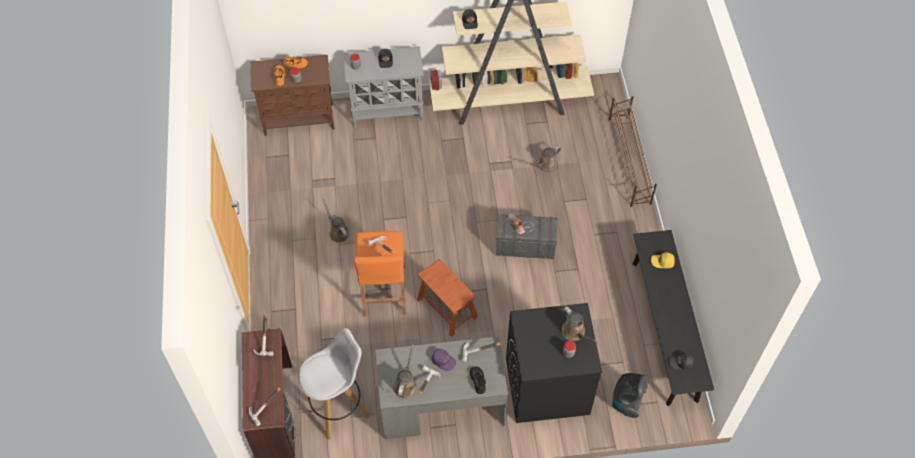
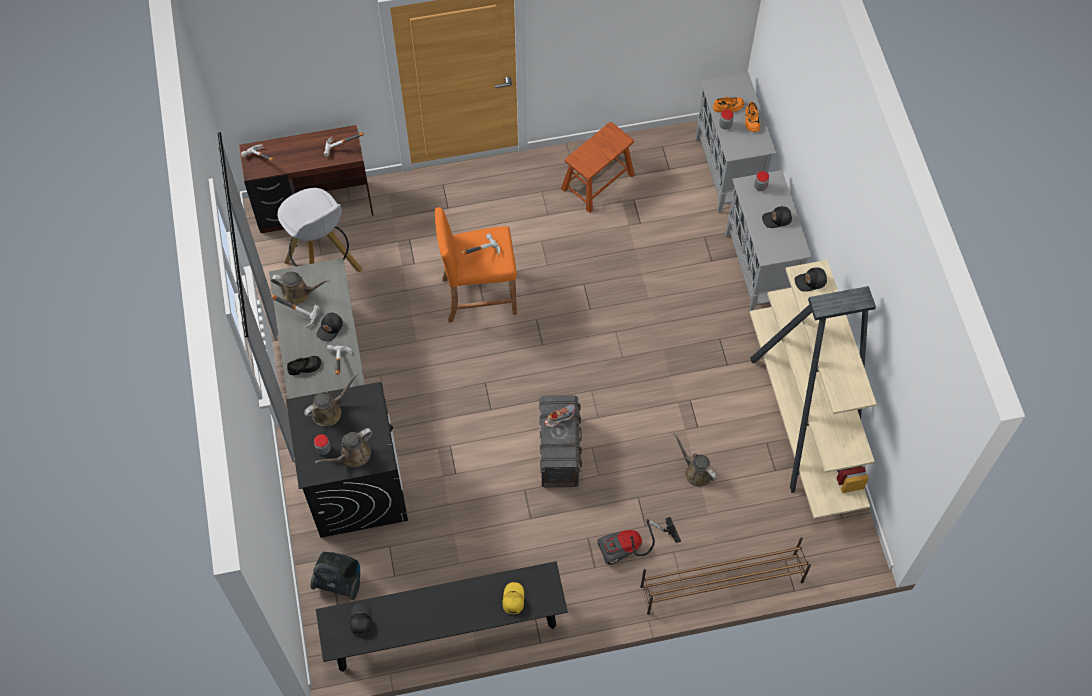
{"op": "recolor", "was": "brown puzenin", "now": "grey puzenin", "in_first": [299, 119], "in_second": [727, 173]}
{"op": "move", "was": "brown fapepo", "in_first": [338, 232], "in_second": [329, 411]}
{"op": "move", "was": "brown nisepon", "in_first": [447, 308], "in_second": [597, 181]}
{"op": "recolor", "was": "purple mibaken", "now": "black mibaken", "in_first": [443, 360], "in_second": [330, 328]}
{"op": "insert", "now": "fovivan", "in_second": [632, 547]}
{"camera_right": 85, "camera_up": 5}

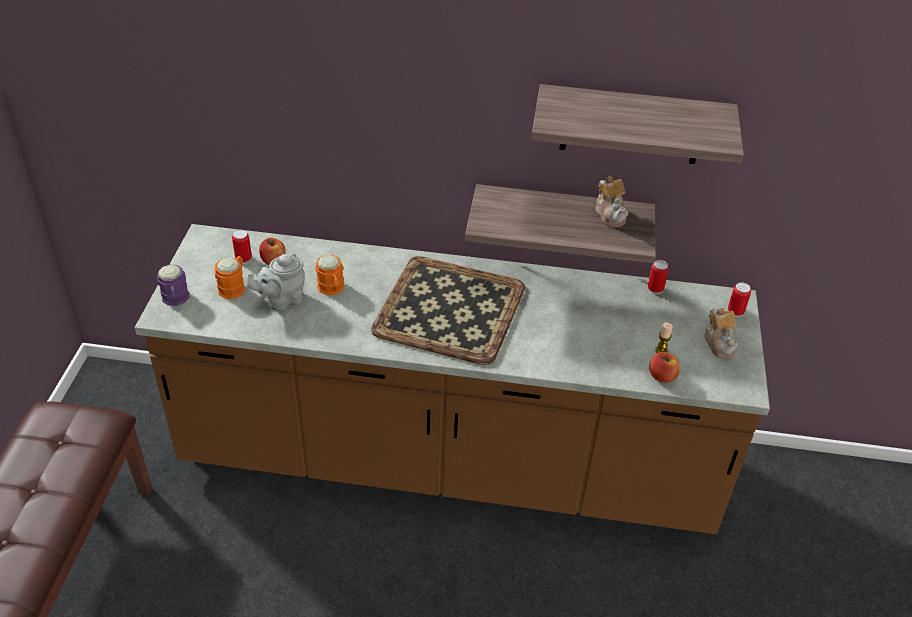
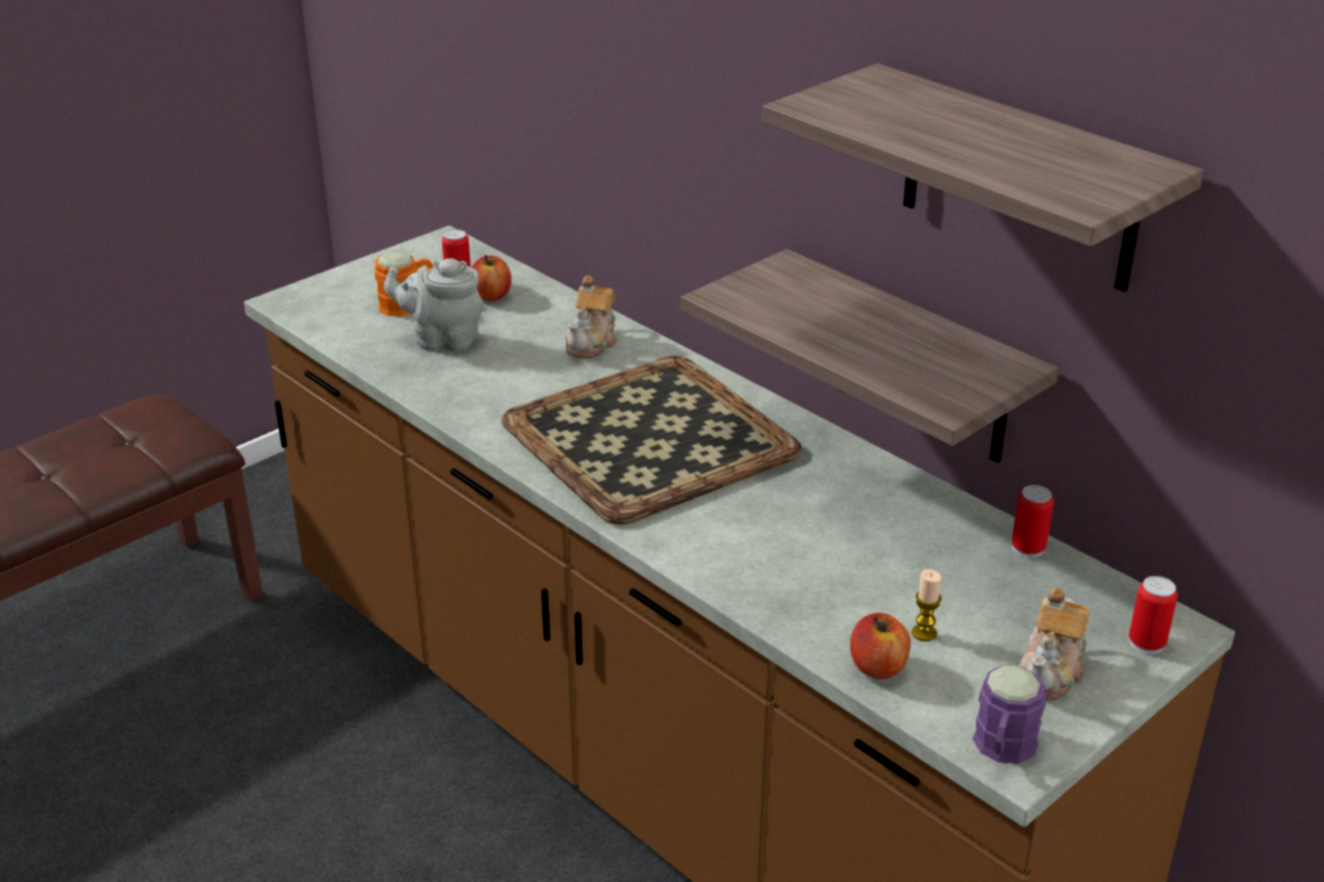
{"op": "move", "was": "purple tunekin", "in_first": [176, 300], "in_second": [1002, 749]}
{"op": "delete", "was": "orange tunekin", "in_first": [332, 289]}
{"op": "move", "was": "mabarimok", "in_first": [610, 214], "in_second": [592, 343]}
{"camera_right": 40, "camera_up": -10}

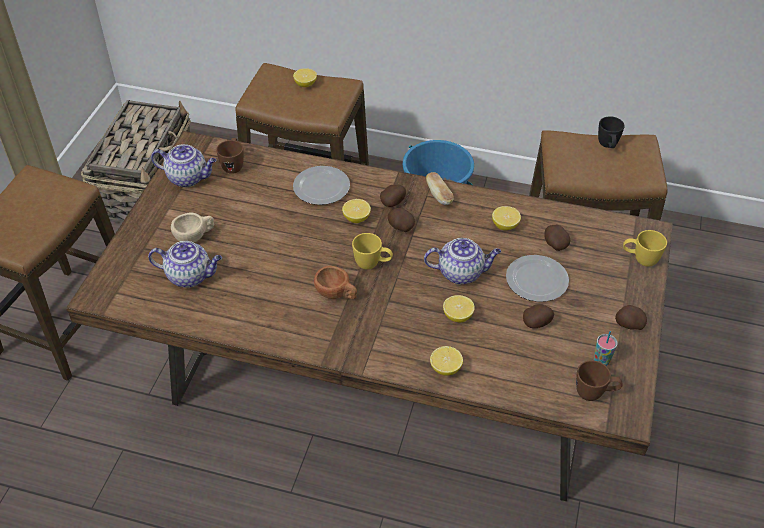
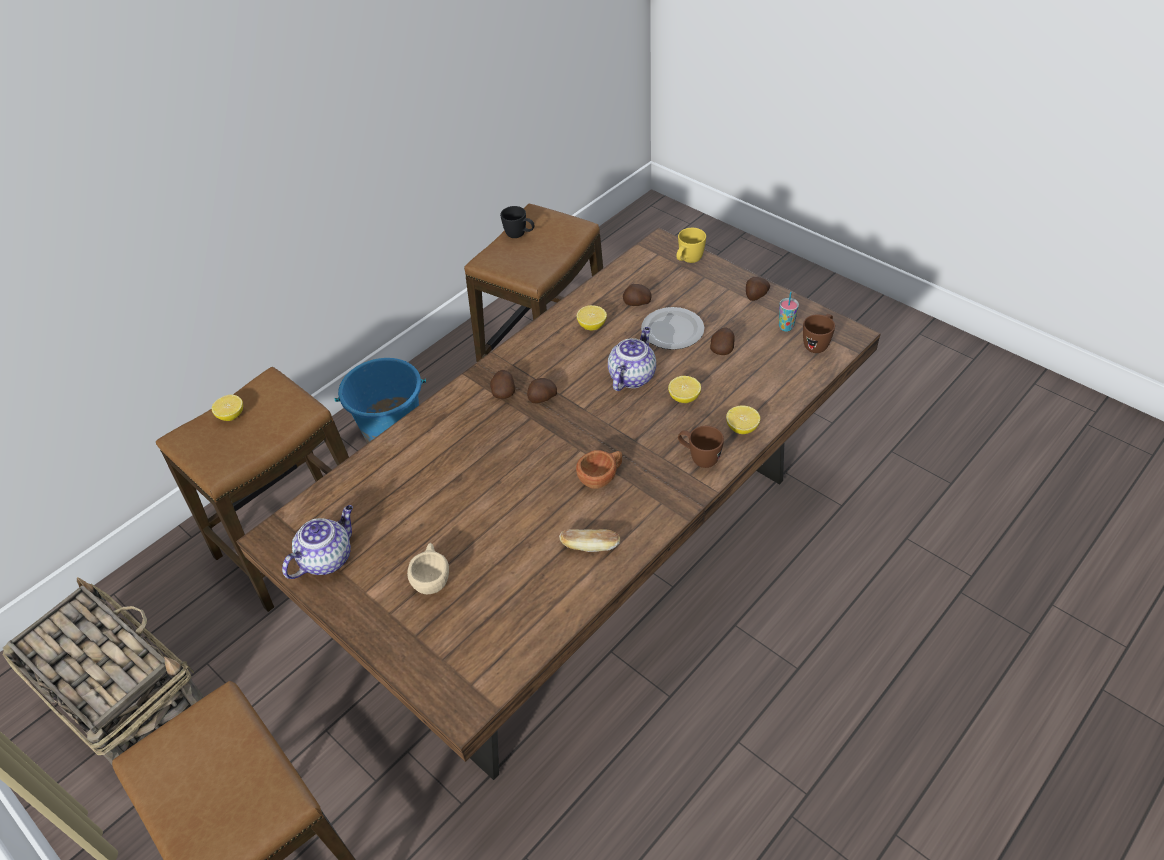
{"op": "delete", "was": "mabarimok", "in_first": [190, 276]}
{"op": "move", "was": "brown tunekin", "in_first": [233, 165], "in_second": [699, 458]}
{"op": "delete", "was": "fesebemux", "in_first": [320, 188]}
{"op": "delete", "was": "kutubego", "in_first": [356, 218]}
{"op": "delete", "was": "yellow tunekin", "in_first": [372, 264]}
{"op": "move", "was": "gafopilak", "in_first": [439, 195], "in_second": [590, 546]}
{"camera_right": -60, "camera_up": 0}

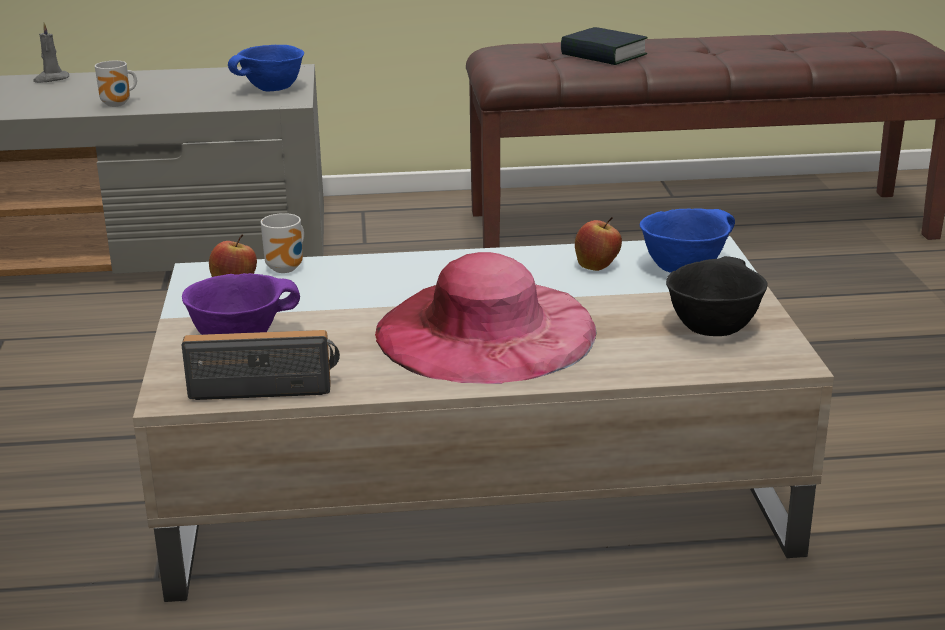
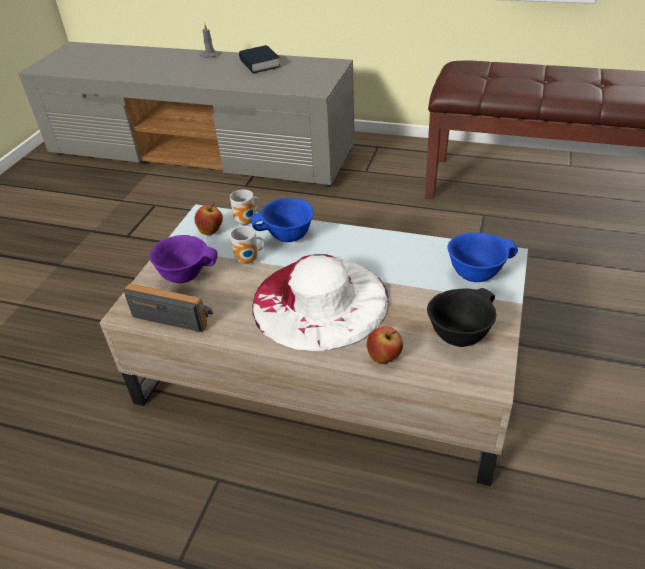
{"op": "move", "was": "tunekin", "in_first": [118, 104], "in_second": [249, 260]}
{"op": "move", "was": "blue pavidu", "in_first": [271, 90], "in_second": [287, 237]}
{"op": "recolor", "was": "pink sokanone", "now": "white sokanone", "in_first": [485, 331], "in_second": [319, 301]}
{"op": "move", "was": "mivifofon", "in_first": [603, 55], "in_second": [259, 64]}
{"op": "move", "was": "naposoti", "in_first": [597, 266], "in_second": [384, 358]}
{"camera_right": 25, "camera_up": 15}

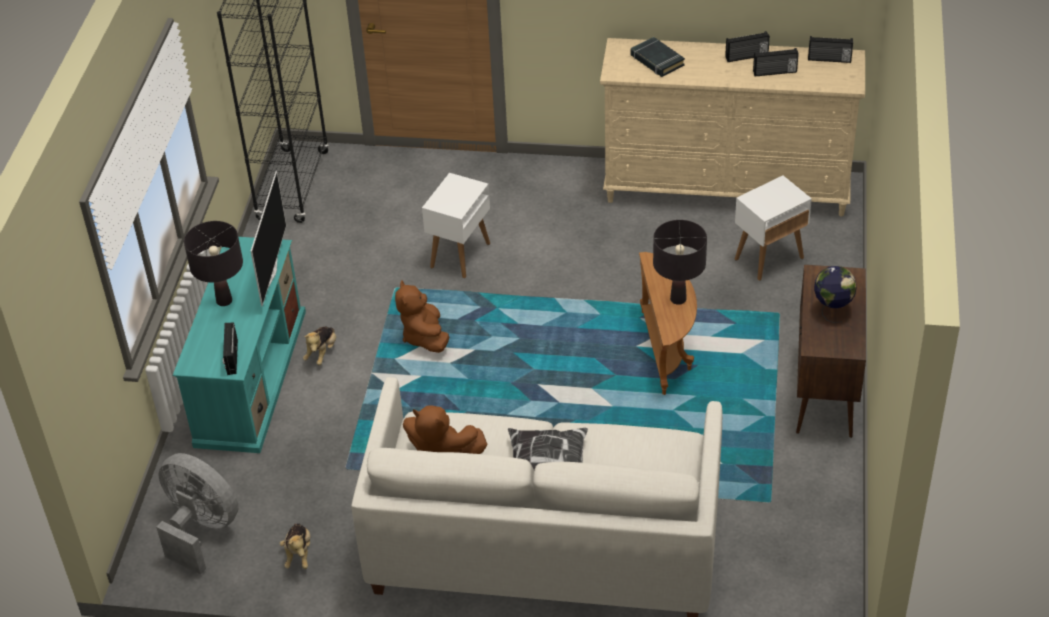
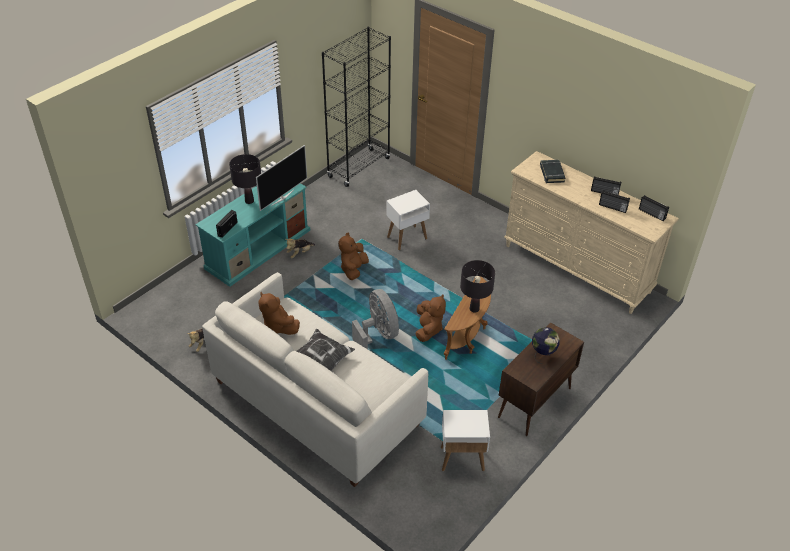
{"op": "move", "was": "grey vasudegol", "in_first": [200, 529], "in_second": [378, 335]}
{"op": "move", "was": "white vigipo", "in_first": [769, 258], "in_second": [462, 458]}
{"op": "insert", "now": "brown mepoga", "in_second": [428, 329]}
{"camera_right": 30, "camera_up": 0}

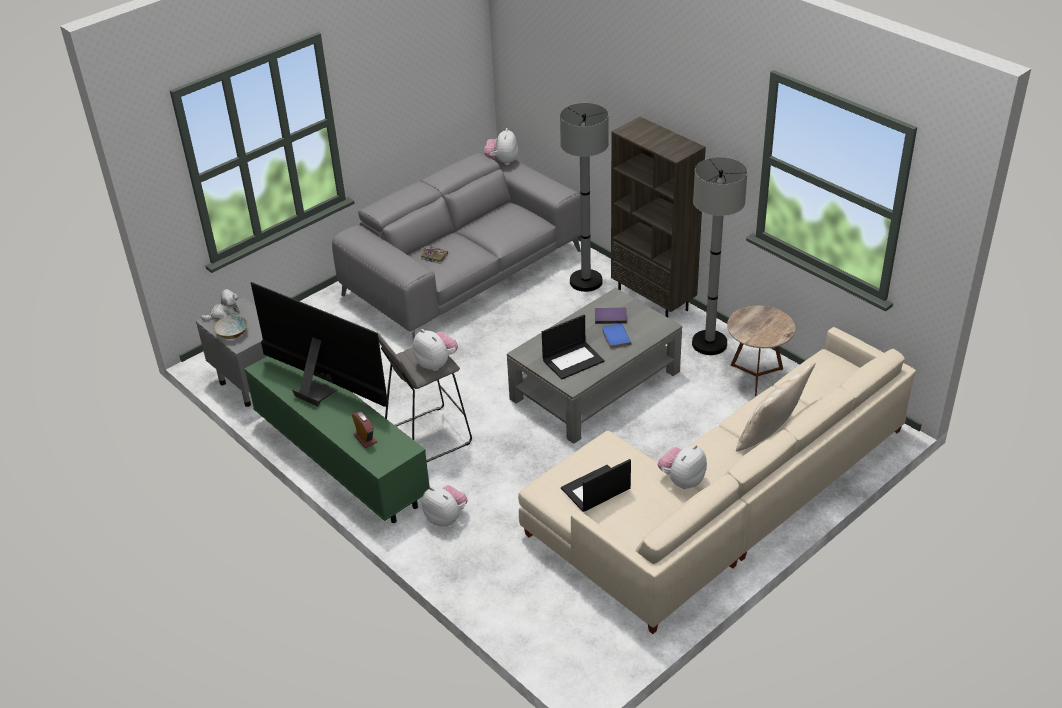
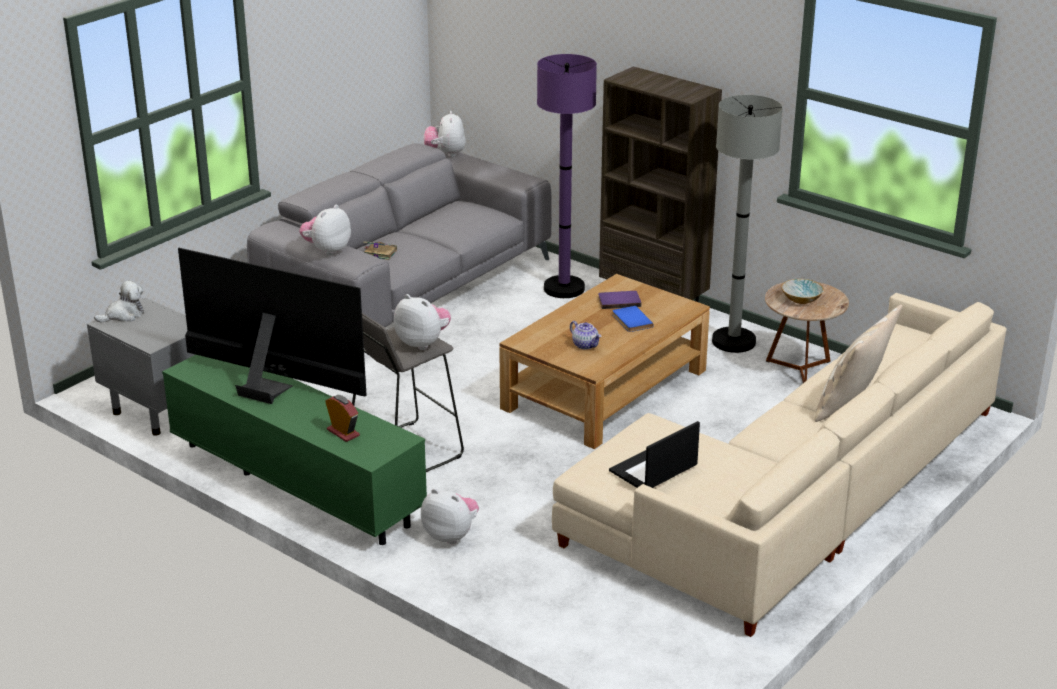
{"op": "move", "was": "pavidu", "in_first": [232, 334], "in_second": [801, 299]}
{"op": "recolor", "was": "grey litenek", "now": "brown litenek", "in_first": [595, 385], "in_second": [604, 389]}
{"op": "replace", "was": "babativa", "now": "mabarimok", "in_first": [573, 360], "in_second": [585, 345]}
{"op": "recolor", "was": "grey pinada", "now": "purple pinada", "in_first": [586, 281], "in_second": [564, 288]}
{"op": "move", "was": "mepoga", "in_first": [682, 480], "in_second": [327, 250]}
{"camera_right": -10, "camera_up": -10}

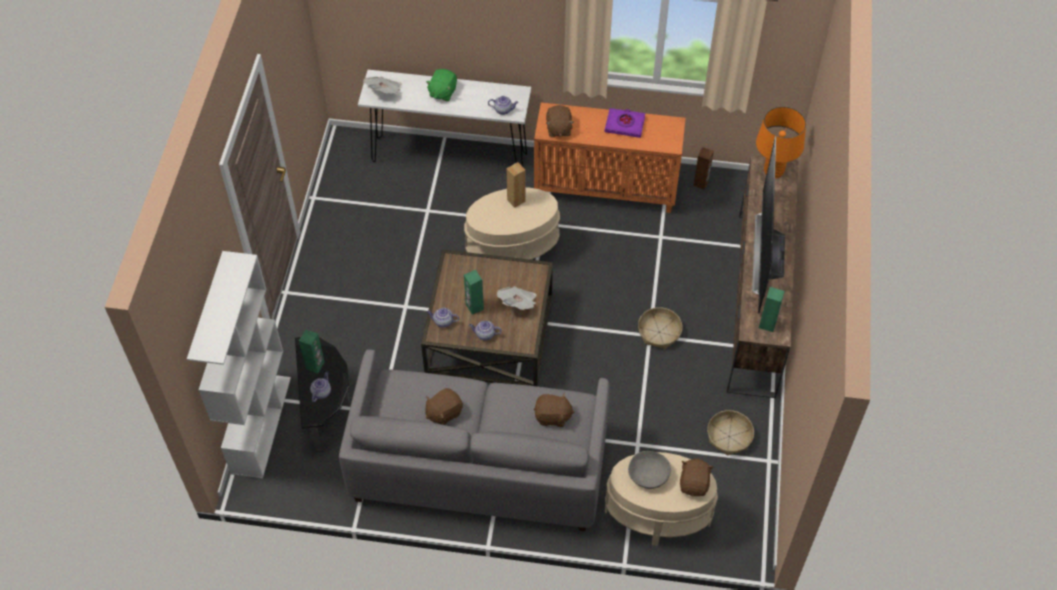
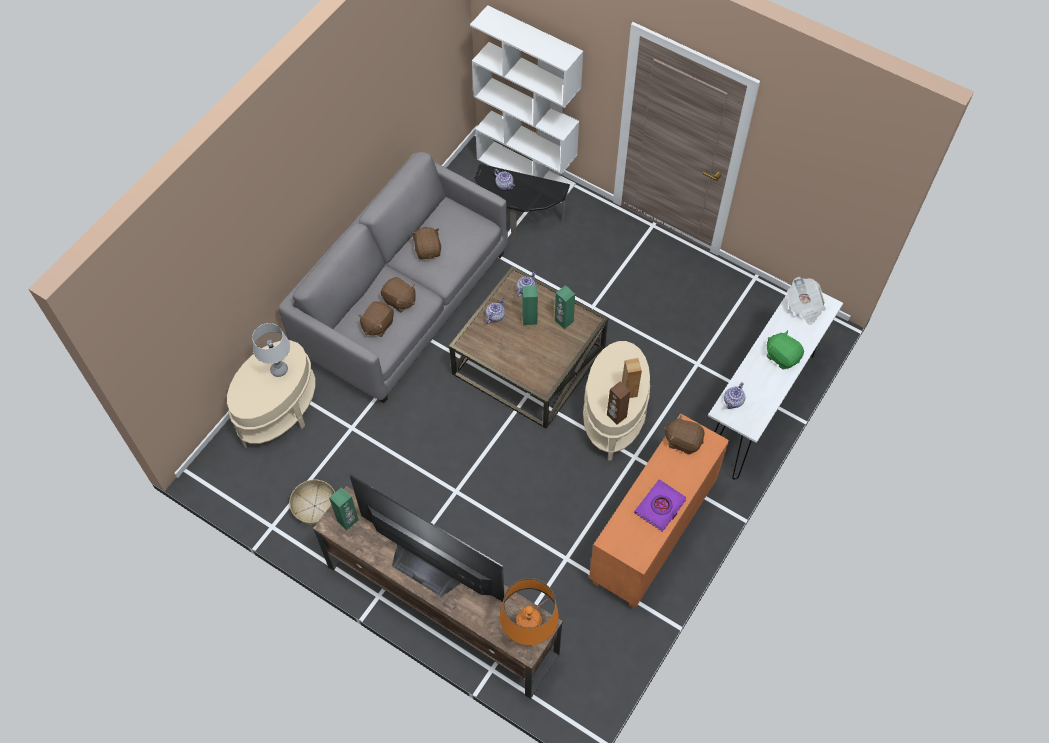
{"op": "move", "was": "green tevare", "in_first": [315, 365], "in_second": [563, 321]}
{"op": "delete", "was": "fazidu", "in_first": [518, 303]}
{"op": "replace", "was": "grey pavidu", "now": "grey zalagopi", "in_first": [648, 475], "in_second": [279, 370]}
{"op": "delete", "was": "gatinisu", "in_first": [659, 332]}
{"op": "move", "was": "brown mepoga", "in_first": [694, 484], "in_second": [399, 300]}
{"op": "move", "was": "brown tevare", "in_first": [701, 183], "in_second": [616, 416]}
{"camera_right": 115, "camera_up": 5}

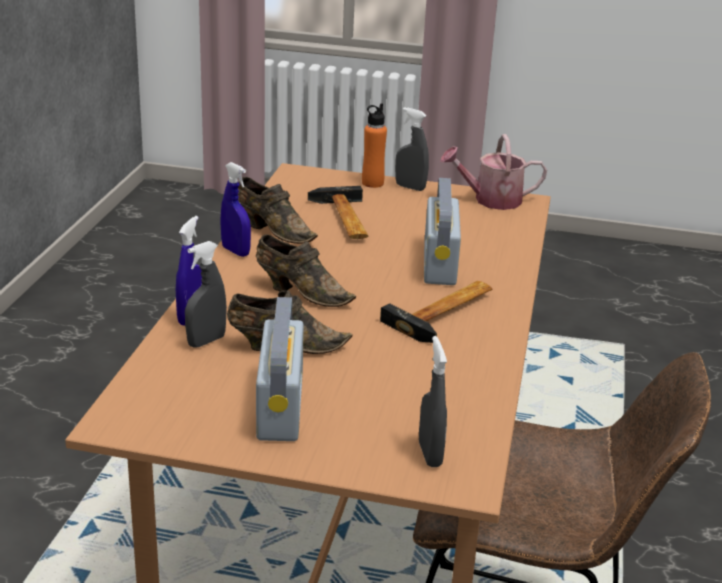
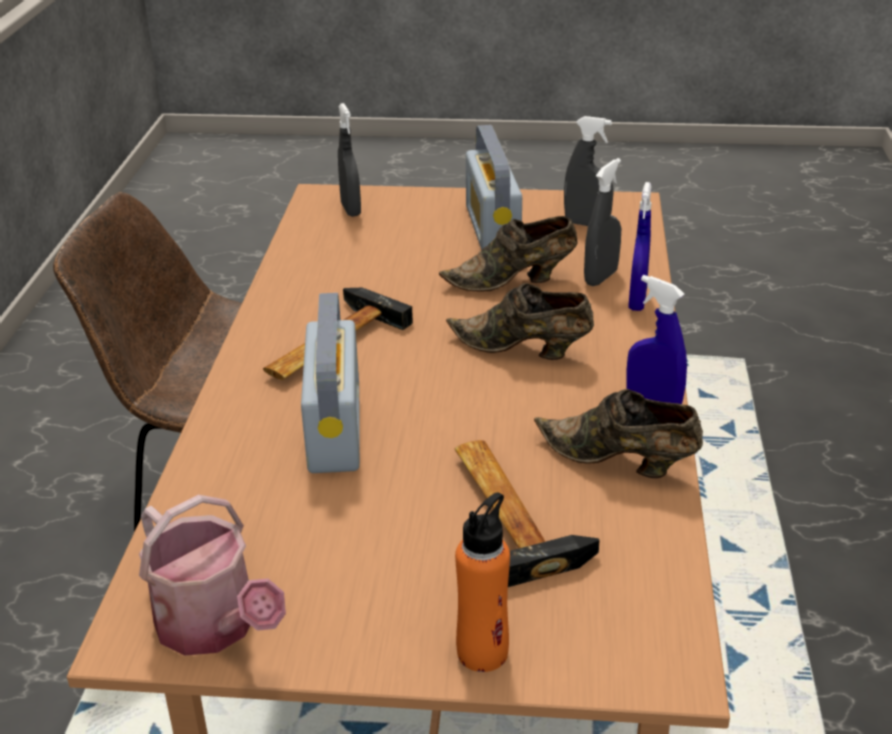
{"op": "move", "was": "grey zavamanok", "in_first": [410, 187], "in_second": [586, 224]}
{"op": "rotate", "was": "fapepo", "in_first": [490, 200], "in_second": [214, 627], "clockwise": 60}
{"camera_right": 175, "camera_up": 5}

